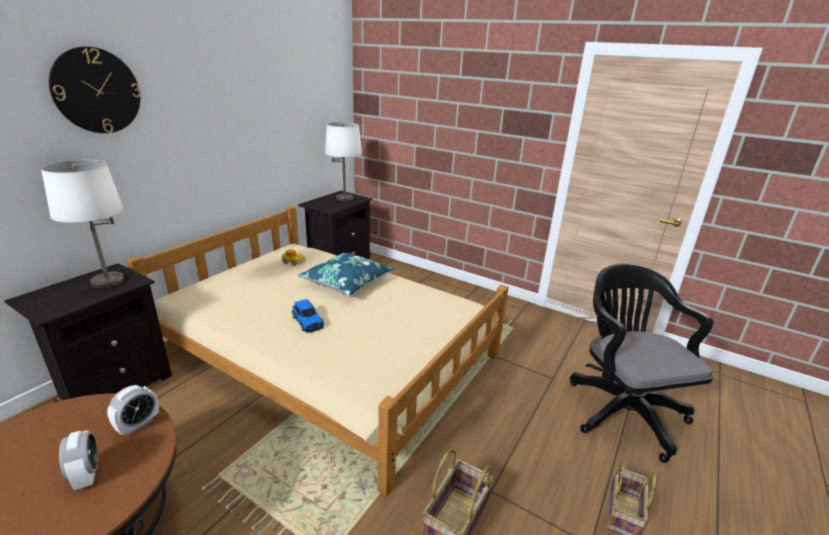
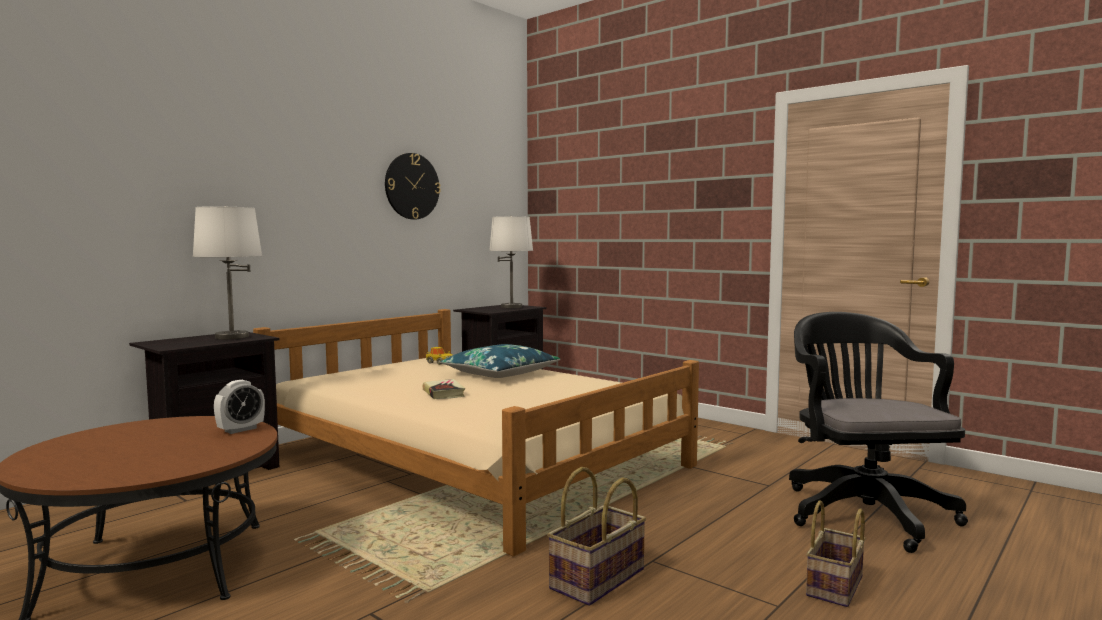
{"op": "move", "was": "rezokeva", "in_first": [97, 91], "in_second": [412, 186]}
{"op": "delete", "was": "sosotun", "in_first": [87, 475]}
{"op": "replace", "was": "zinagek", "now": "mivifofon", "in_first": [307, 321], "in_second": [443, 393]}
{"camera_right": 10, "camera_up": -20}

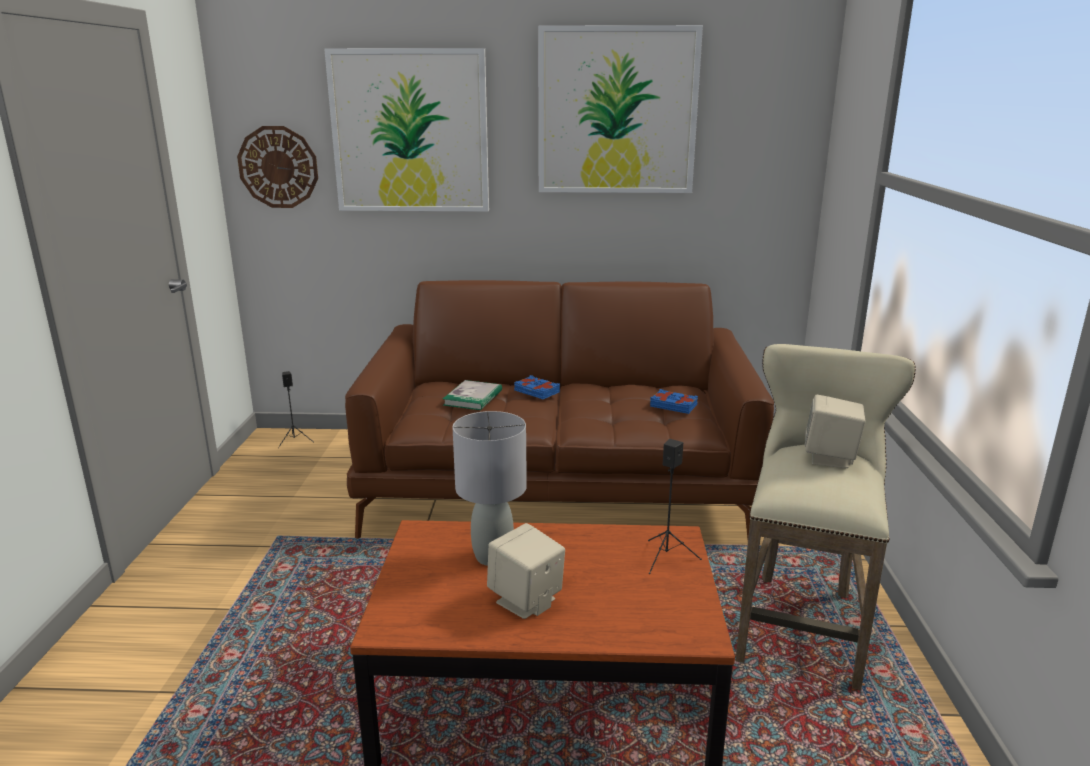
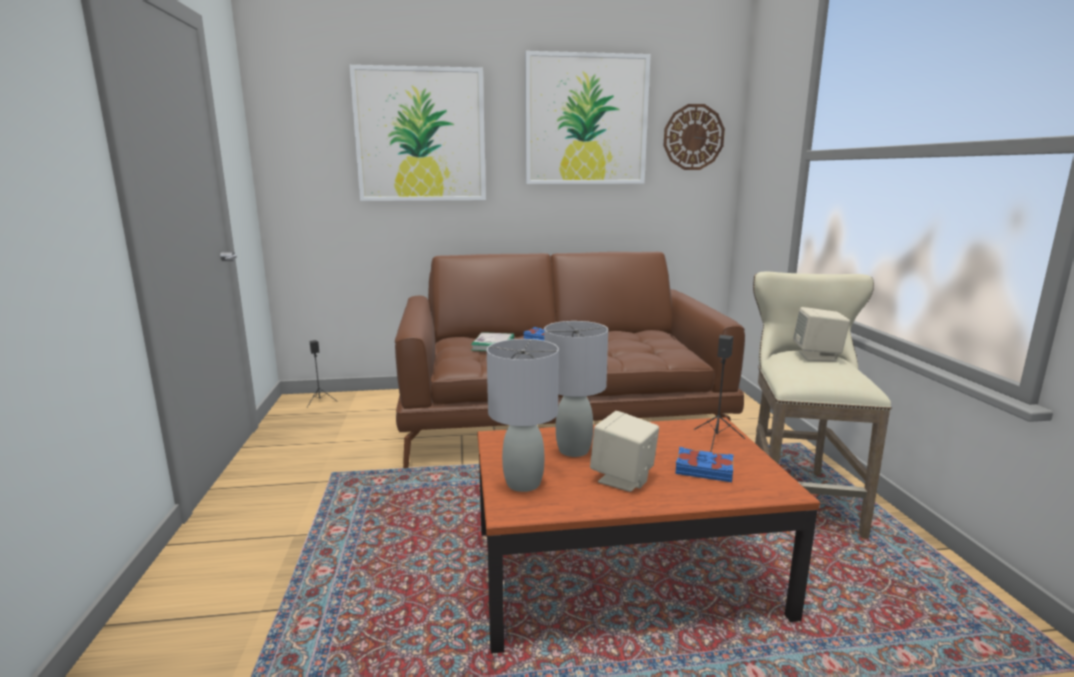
{"op": "move", "was": "rezokeva", "in_first": [278, 167], "in_second": [693, 137]}
{"op": "move", "was": "blue mivifofon", "in_first": [673, 405], "in_second": [704, 469]}
{"op": "insert", "now": "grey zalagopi", "in_second": [524, 483]}
{"camera_right": -10, "camera_up": -5}

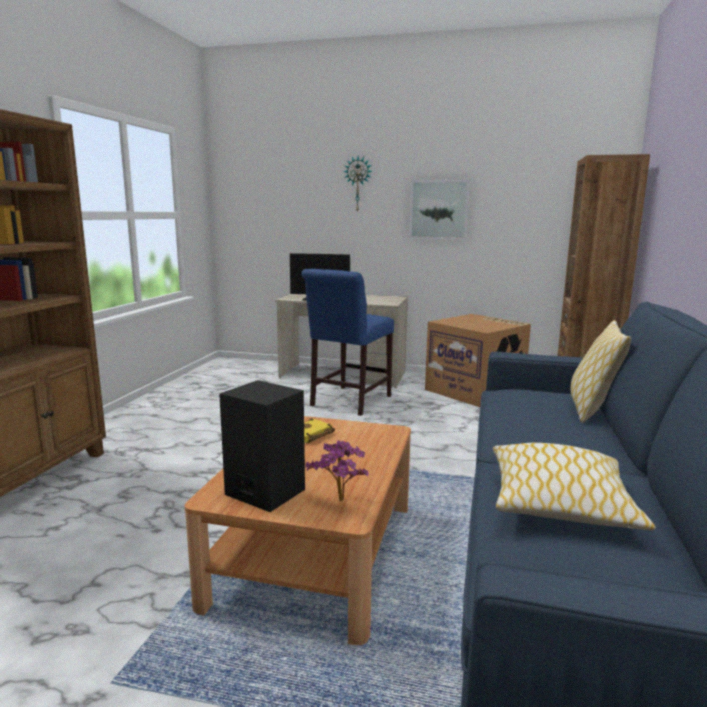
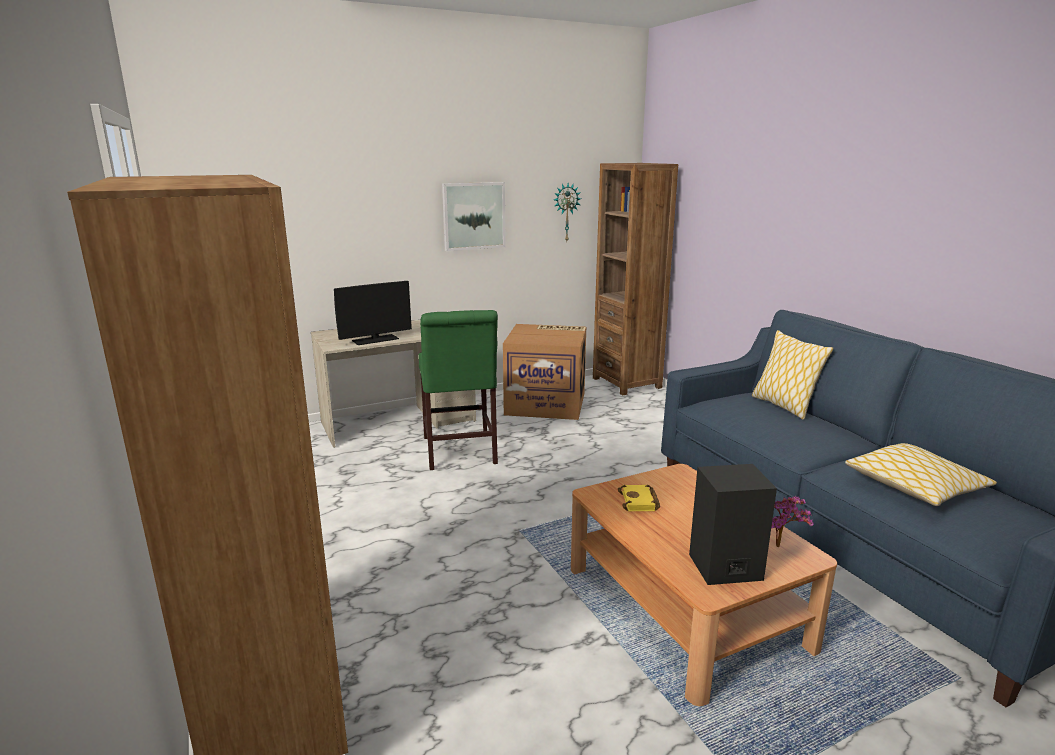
{"op": "recolor", "was": "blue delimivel", "now": "green delimivel", "in_first": [348, 402], "in_second": [459, 452]}
{"op": "move", "was": "rezokeva", "in_first": [358, 184], "in_second": [566, 212]}
{"camera_right": -40, "camera_up": 5}

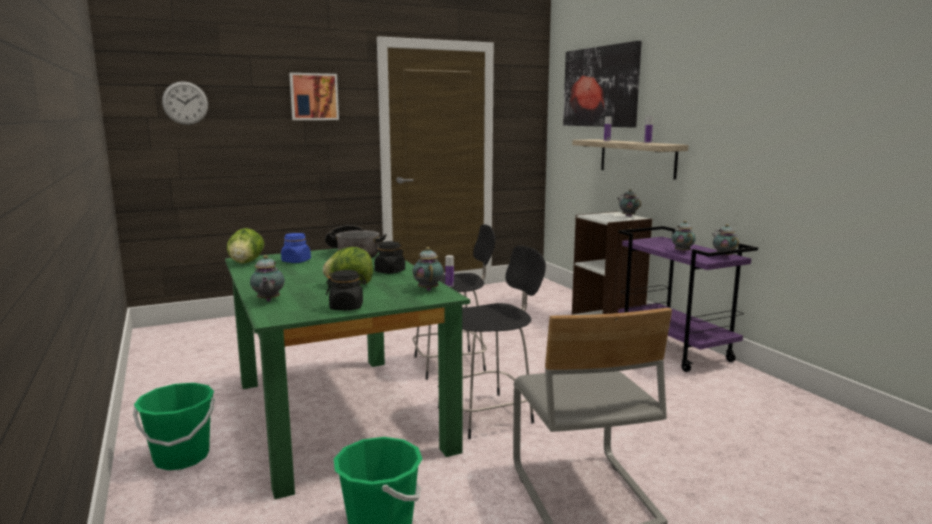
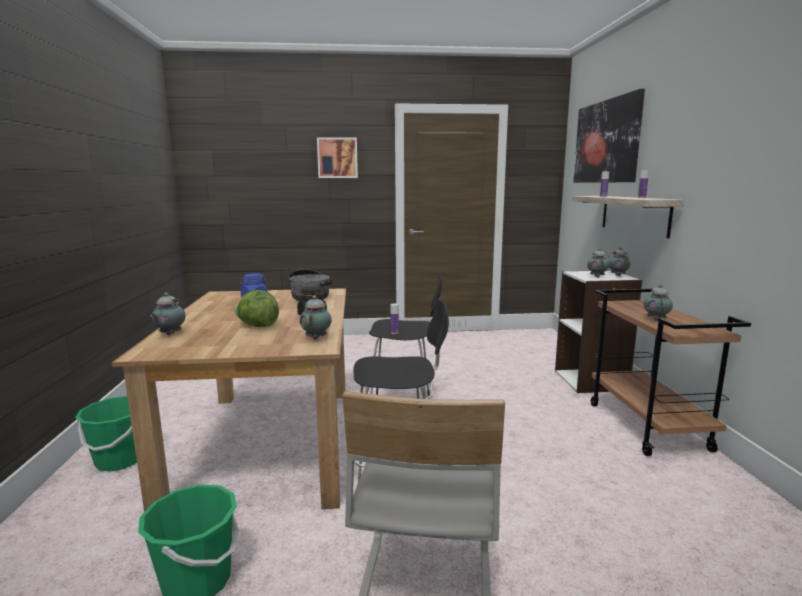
{"op": "delete", "was": "rezokeva", "in_first": [185, 103]}
{"op": "recolor", "was": "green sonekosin", "now": "brown sonekosin", "in_first": [337, 414], "in_second": [267, 441]}
{"op": "delete", "was": "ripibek", "in_first": [246, 262]}
{"op": "delete", "was": "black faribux", "in_first": [347, 307]}
{"op": "recolor", "was": "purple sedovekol", "now": "brown sedovekol", "in_first": [675, 350], "in_second": [648, 427]}
{"op": "move", "was": "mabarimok", "in_first": [723, 256], "in_second": [596, 277]}
{"camera_right": 20, "camera_up": 0}

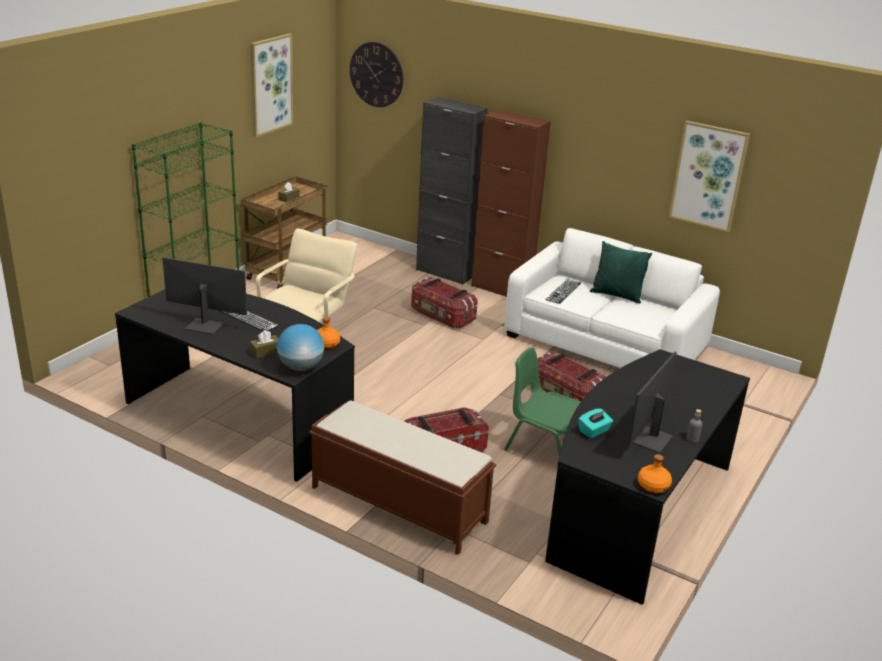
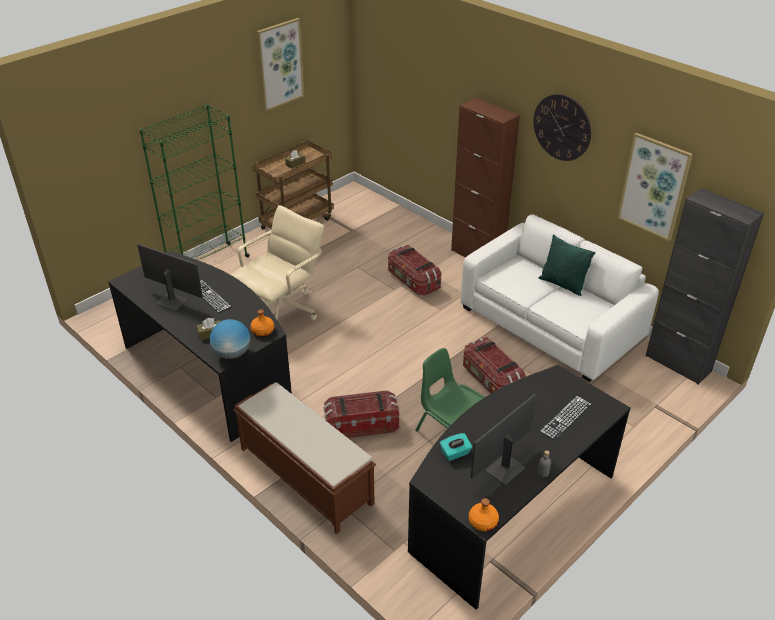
{"op": "move", "was": "rezokeva", "in_first": [376, 74], "in_second": [562, 127]}
{"op": "move", "was": "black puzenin", "in_first": [445, 273], "in_second": [678, 363]}
{"op": "move", "was": "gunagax", "in_first": [563, 291], "in_second": [566, 417]}
{"camera_right": 15, "camera_up": 10}

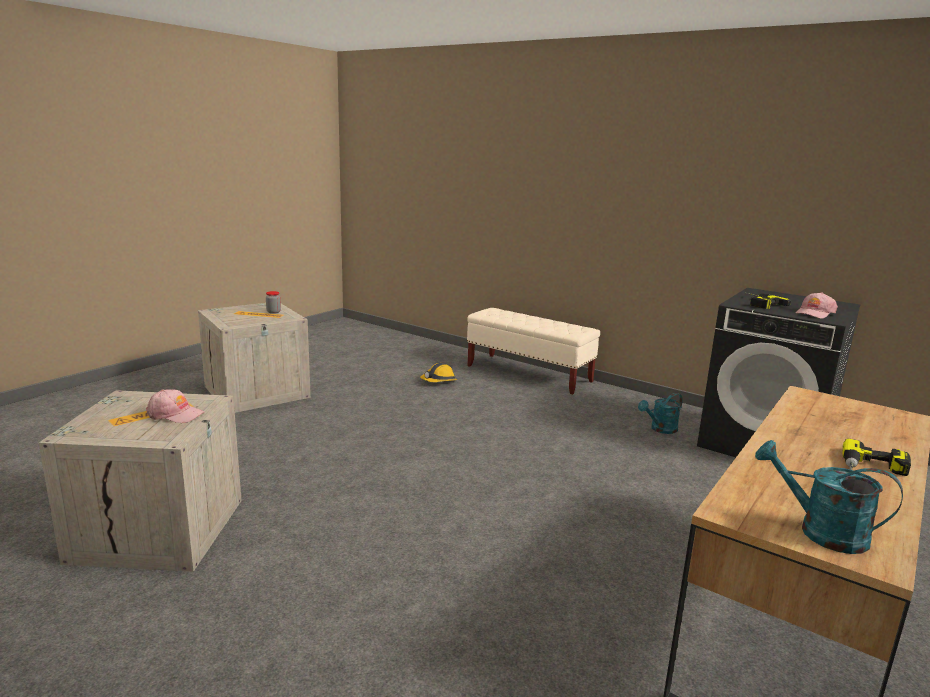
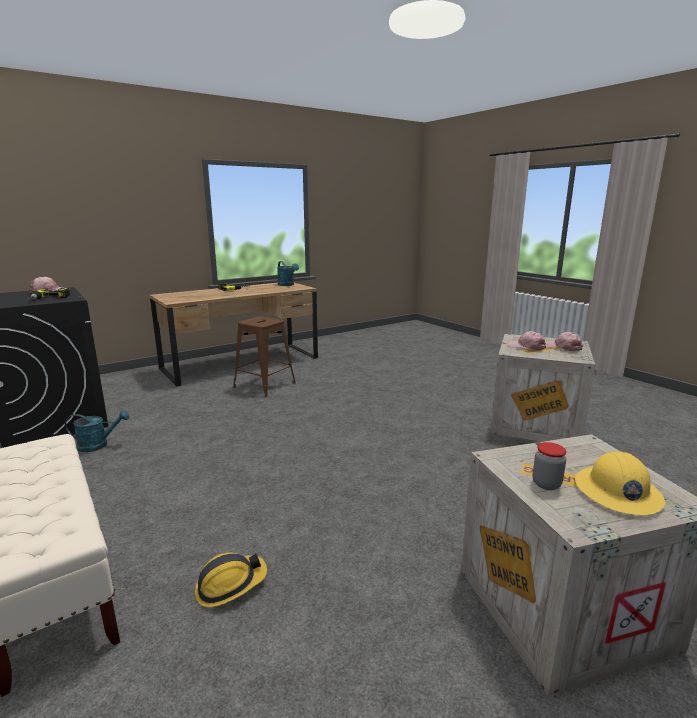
{"op": "insert", "now": "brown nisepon", "in_second": [264, 385]}
{"op": "insert", "now": "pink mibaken", "in_second": [563, 347]}
{"op": "insert", "now": "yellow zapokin", "in_second": [617, 492]}
{"camera_right": -160, "camera_up": 0}

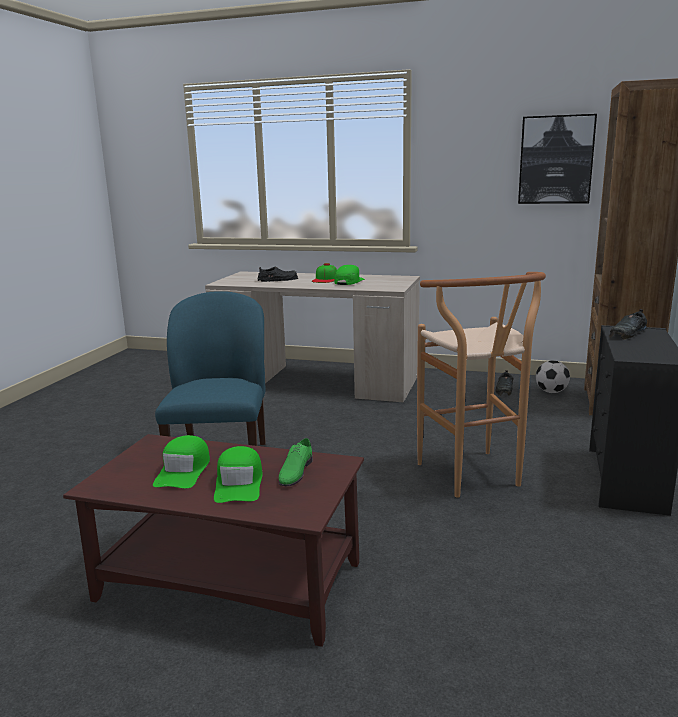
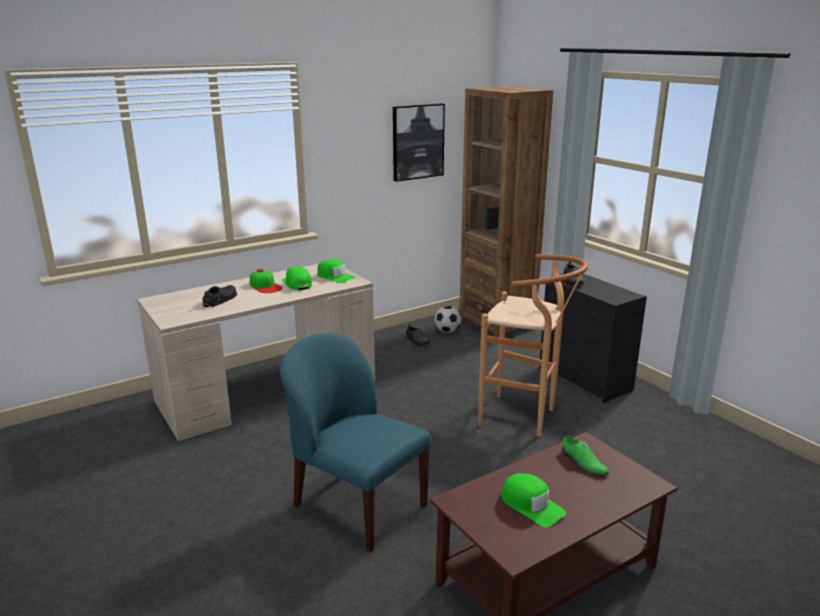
{"op": "move", "was": "green mibaken", "in_first": [239, 484], "in_second": [335, 276]}
{"camera_right": -50, "camera_up": 5}

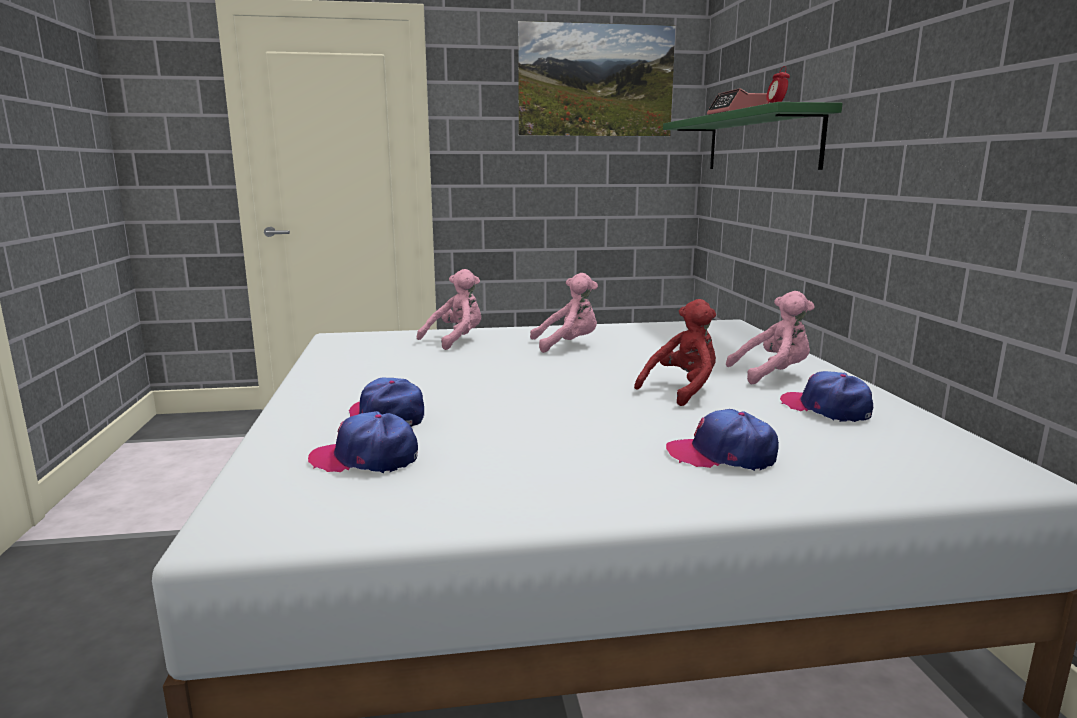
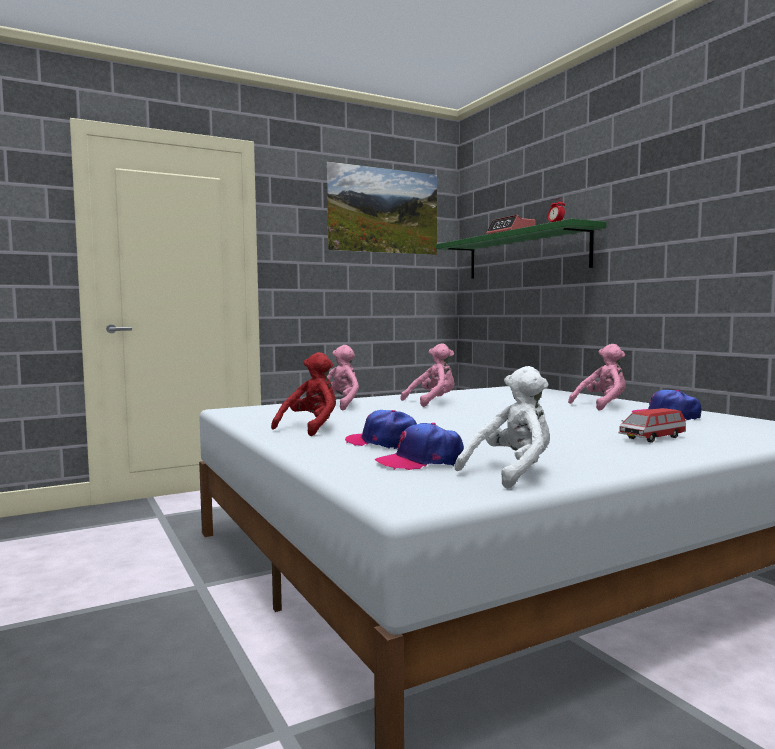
{"op": "move", "was": "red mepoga", "in_first": [682, 390], "in_second": [311, 428]}
{"op": "replace", "was": "mibaken", "now": "zinagek", "in_first": [722, 455], "in_second": [652, 438]}
{"op": "insert", "now": "white mepoga", "in_second": [512, 473]}
{"camera_right": -20, "camera_up": -10}

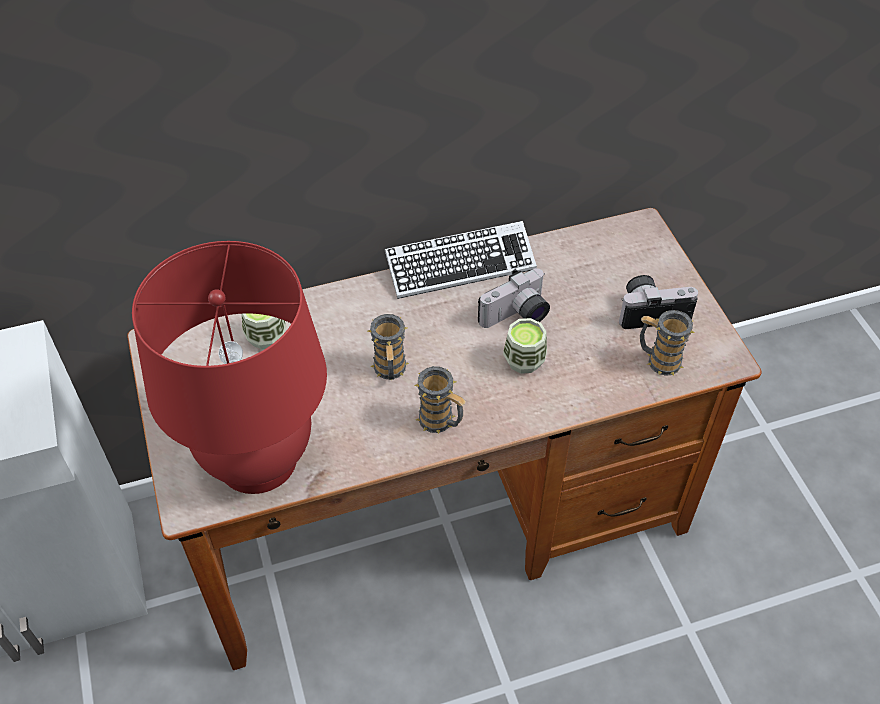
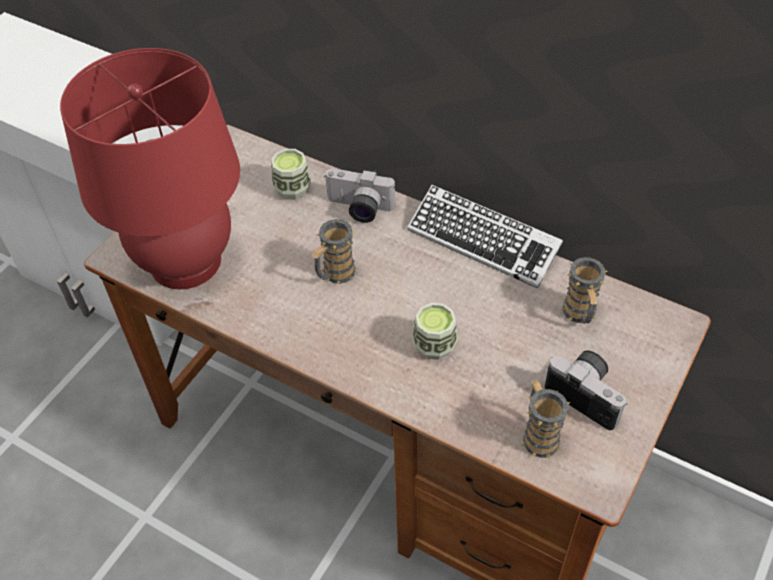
{"op": "move", "was": "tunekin", "in_first": [441, 422], "in_second": [580, 315]}
{"op": "move", "was": "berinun", "in_first": [517, 316], "in_second": [358, 209]}
{"camera_right": 50, "camera_up": 0}

